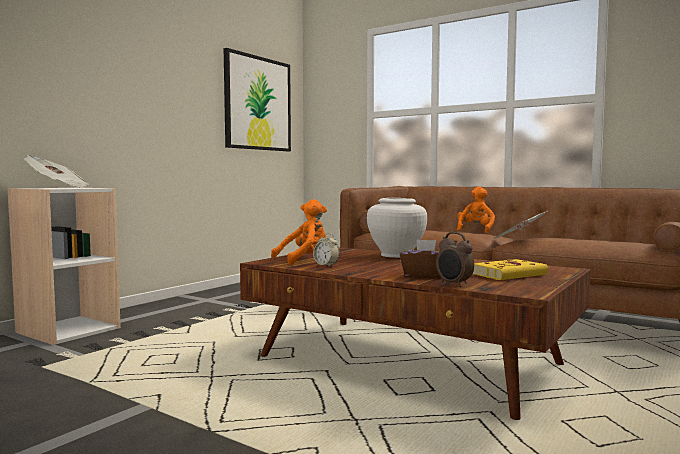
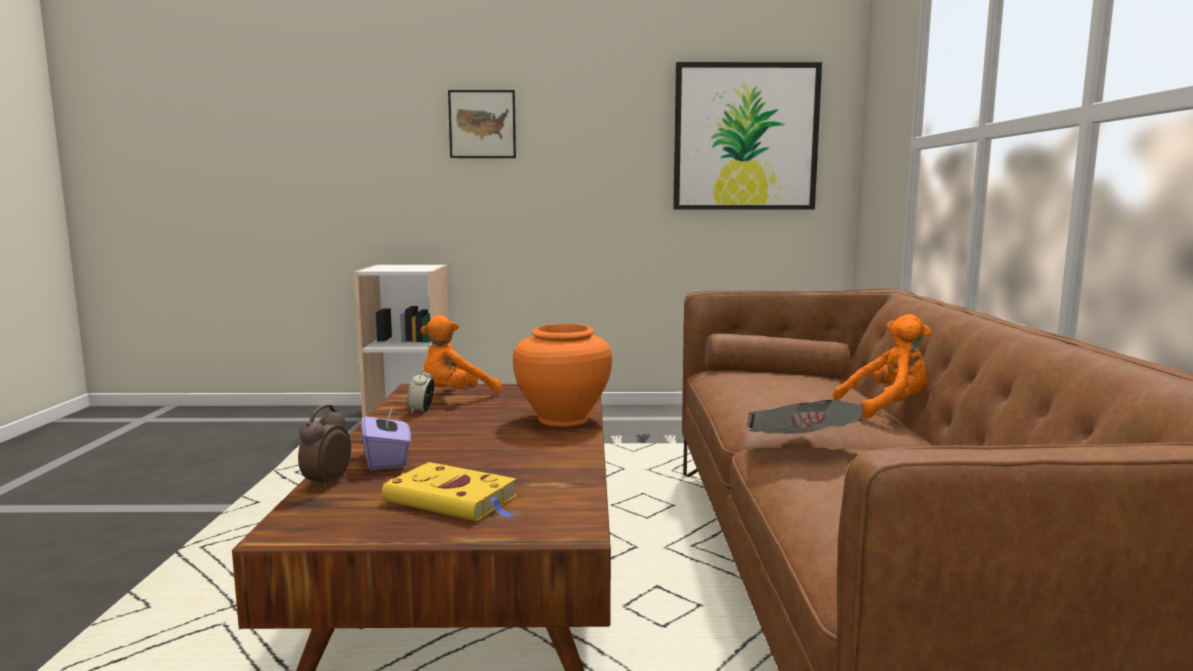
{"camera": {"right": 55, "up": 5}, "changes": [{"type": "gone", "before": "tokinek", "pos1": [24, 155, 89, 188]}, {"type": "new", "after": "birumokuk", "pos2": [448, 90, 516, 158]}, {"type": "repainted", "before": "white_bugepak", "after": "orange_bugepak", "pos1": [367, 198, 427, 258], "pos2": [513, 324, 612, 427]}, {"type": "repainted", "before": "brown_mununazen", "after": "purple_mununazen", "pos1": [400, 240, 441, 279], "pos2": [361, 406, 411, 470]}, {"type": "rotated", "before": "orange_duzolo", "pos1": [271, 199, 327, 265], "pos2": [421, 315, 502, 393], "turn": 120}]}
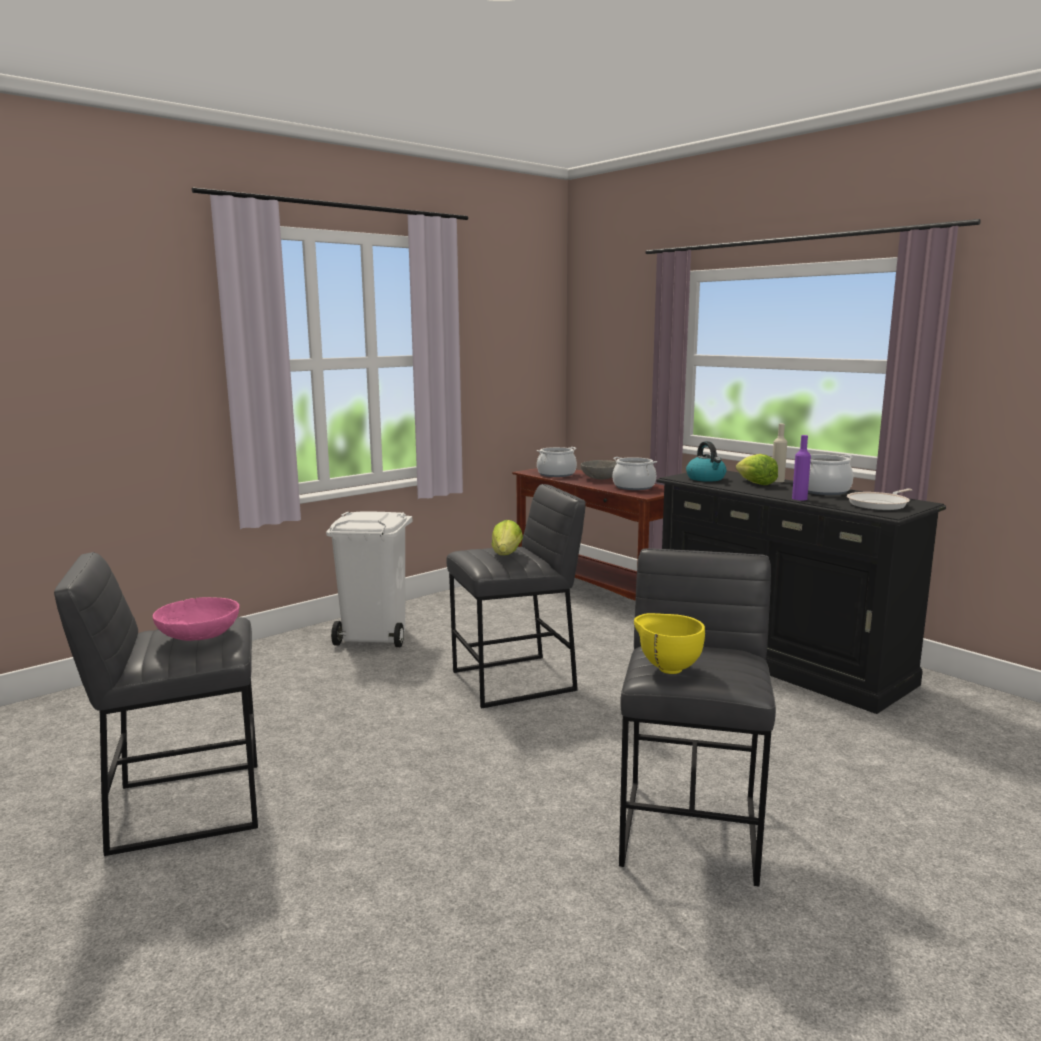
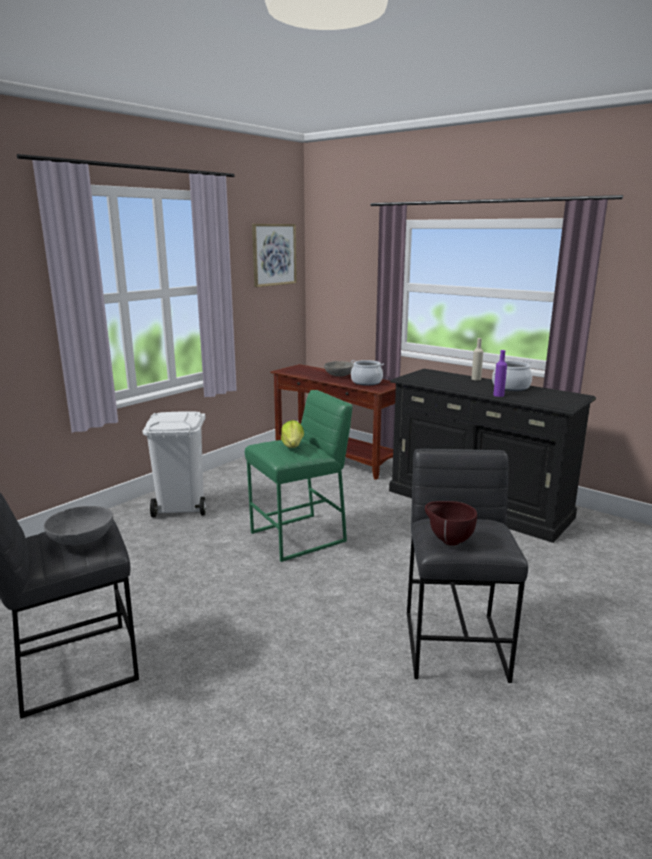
{"camera": {"right": -10, "up": 5}, "changes": [{"type": "gone", "before": "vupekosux", "pos1": [537, 447, 577, 477]}, {"type": "gone", "before": "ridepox", "pos1": [686, 441, 726, 482]}, {"type": "gone", "before": "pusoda", "pos1": [736, 454, 778, 485]}, {"type": "gone", "before": "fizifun", "pos1": [847, 489, 913, 510]}, {"type": "new", "after": "birumokuk", "pos2": [252, 224, 297, 287]}, {"type": "repainted", "before": "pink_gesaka", "after": "grey_gesaka", "pos1": [153, 597, 240, 641], "pos2": [44, 506, 113, 545]}, {"type": "repainted", "before": "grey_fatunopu", "after": "green_fatunopu", "pos1": [446, 484, 586, 708], "pos2": [245, 390, 353, 562]}, {"type": "repainted", "before": "yellow_gesaka", "after": "brown_gesaka", "pos1": [634, 613, 705, 674], "pos2": [425, 501, 477, 546]}]}
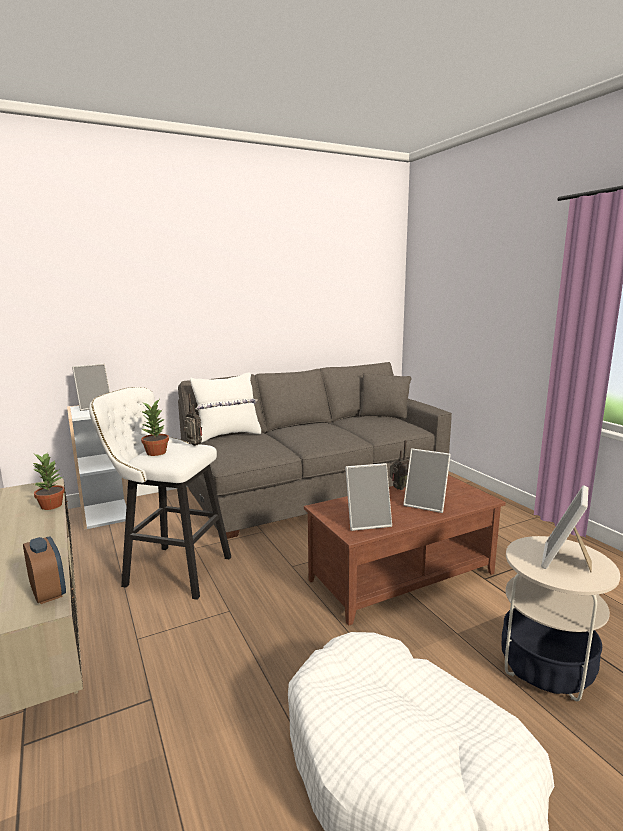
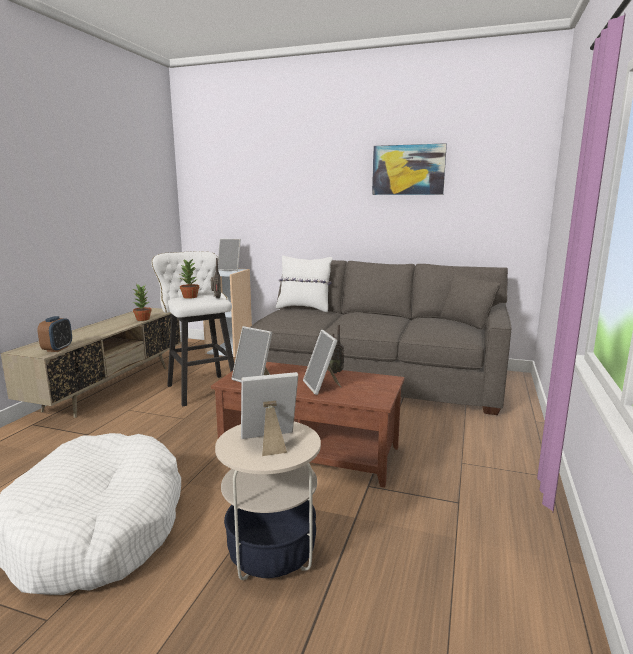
{"camera": {"right": 45, "up": 0}, "changes": [{"type": "new", "after": "birumokuk", "pos2": [372, 143, 447, 195]}]}
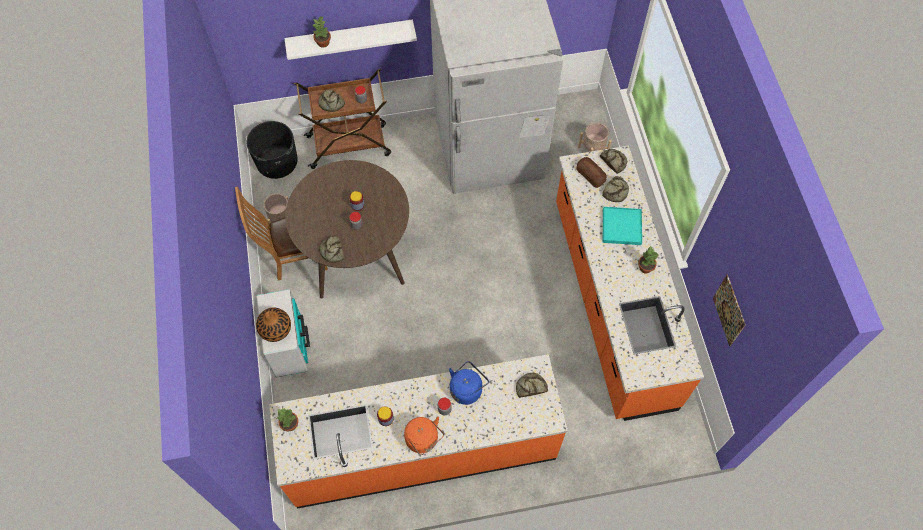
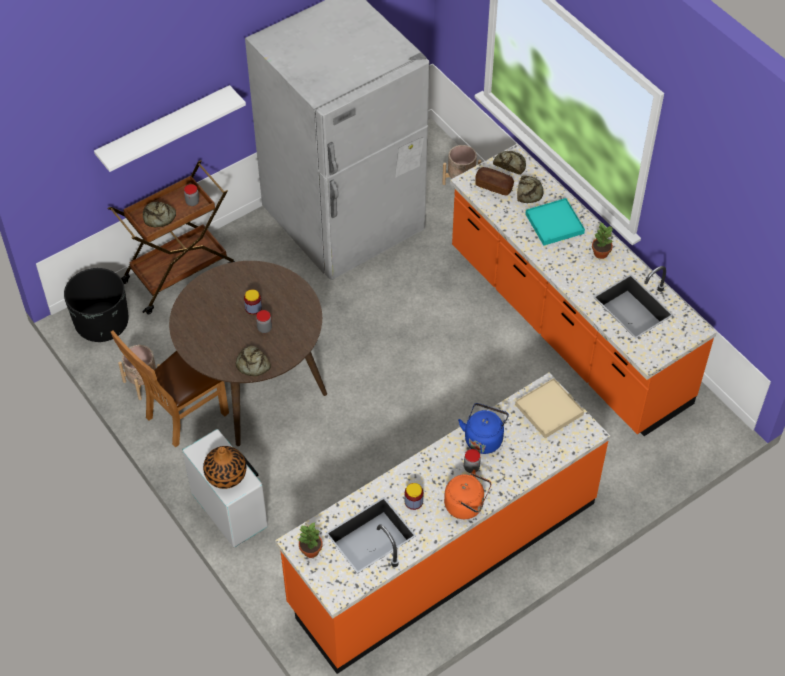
{"camera": {"right": -25, "up": -10}, "changes": [{"type": "gone", "before": "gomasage", "pos1": [313, 17, 331, 48]}, {"type": "gone", "before": "birumokuk", "pos1": [713, 275, 746, 346]}, {"type": "swapped", "before": "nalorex", "after": "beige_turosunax", "pos1": [516, 373, 548, 398], "pos2": [515, 378, 584, 438]}]}
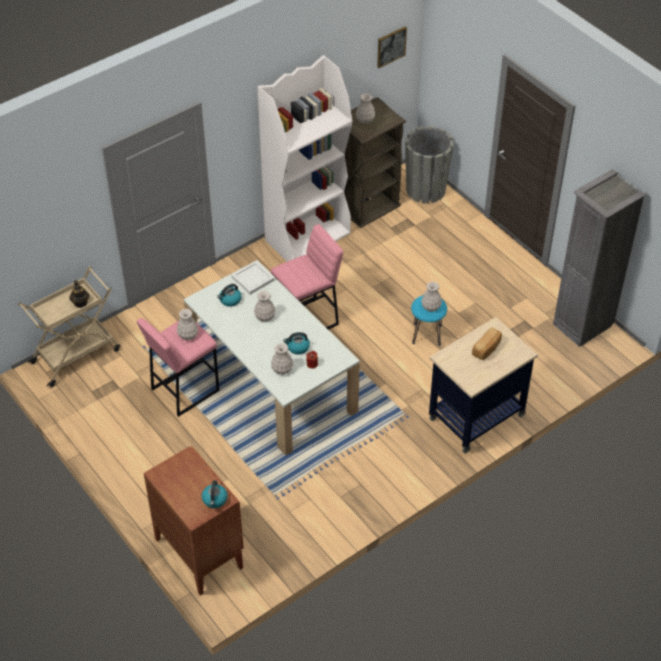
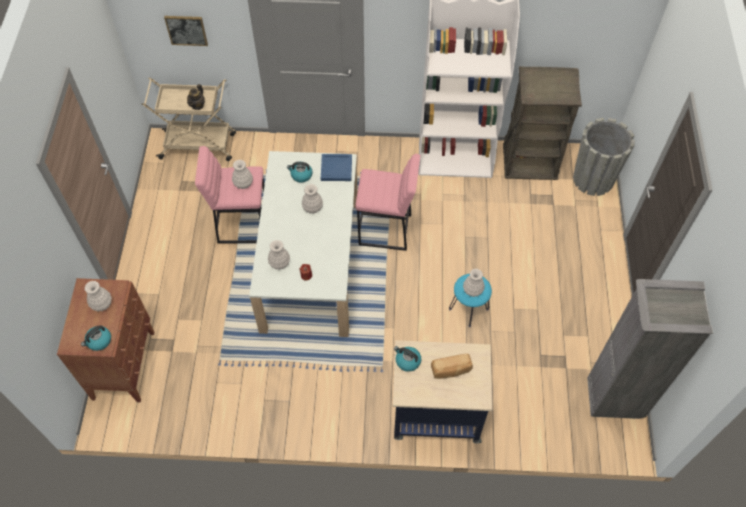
{"camera": {"right": 40, "up": 10}, "changes": [{"type": "shifted", "before": "ridepox", "pos1": [283, 332, 310, 355], "pos2": [394, 346, 421, 372]}, {"type": "shifted", "before": "white_bugepak", "pos1": [356, 93, 375, 124], "pos2": [84, 280, 112, 312]}, {"type": "shifted", "before": "birumokuk", "pos1": [377, 26, 407, 68], "pos2": [164, 16, 208, 46]}, {"type": "repainted", "before": "white_turosunax", "after": "blue_turosunax", "pos1": [232, 261, 274, 295], "pos2": [321, 154, 352, 181]}]}
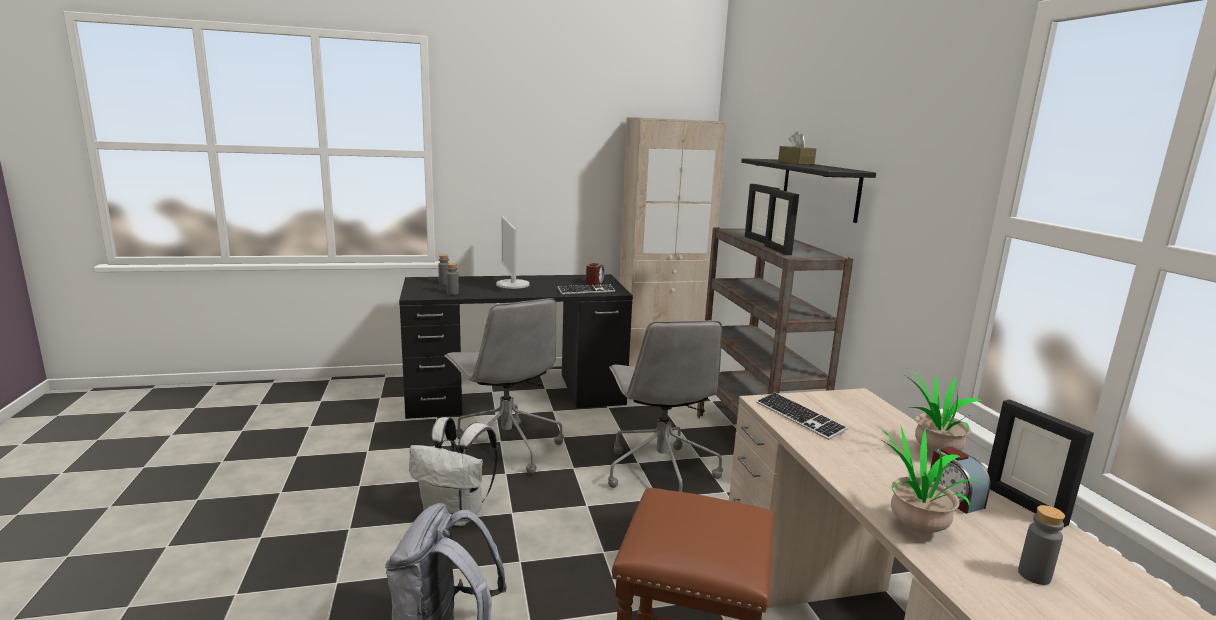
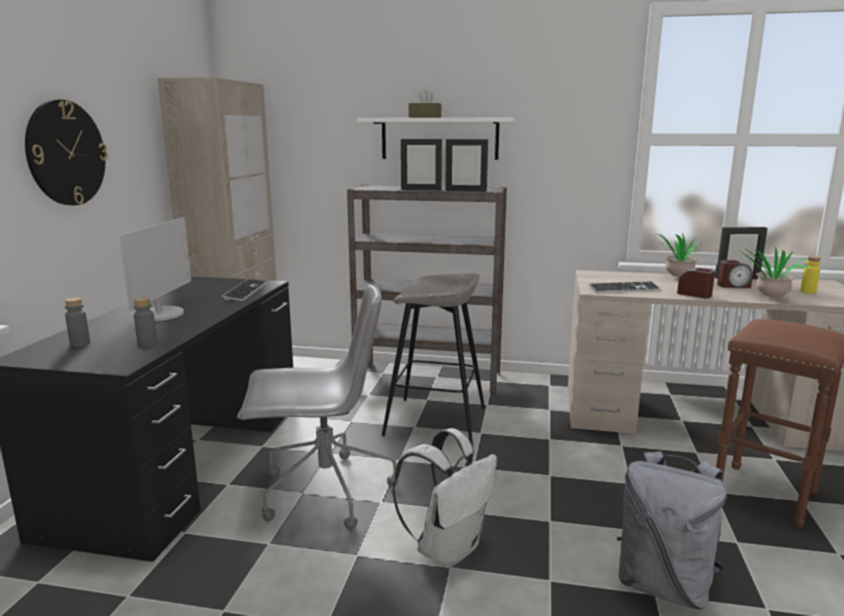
{"camera": {"right": -65, "up": 0}, "changes": [{"type": "new", "after": "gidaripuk", "pos2": [25, 99, 108, 205]}, {"type": "shifted", "before": "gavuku", "pos1": [586, 263, 605, 285], "pos2": [677, 268, 715, 299]}, {"type": "swapped", "before": "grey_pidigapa", "after": "grey_fatunopu", "pos1": [608, 320, 723, 492], "pos2": [382, 273, 485, 446]}, {"type": "repainted", "before": "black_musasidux", "after": "white_musasidux", "pos1": [741, 158, 876, 223], "pos2": [357, 118, 515, 160]}, {"type": "repainted", "before": "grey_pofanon", "after": "yellow_pofanon", "pos1": [1018, 505, 1065, 585], "pos2": [800, 256, 821, 293]}, {"type": "rotated", "before": "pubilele", "pos1": [496, 216, 530, 289], "pos2": [119, 217, 191, 321], "turn": -90}]}
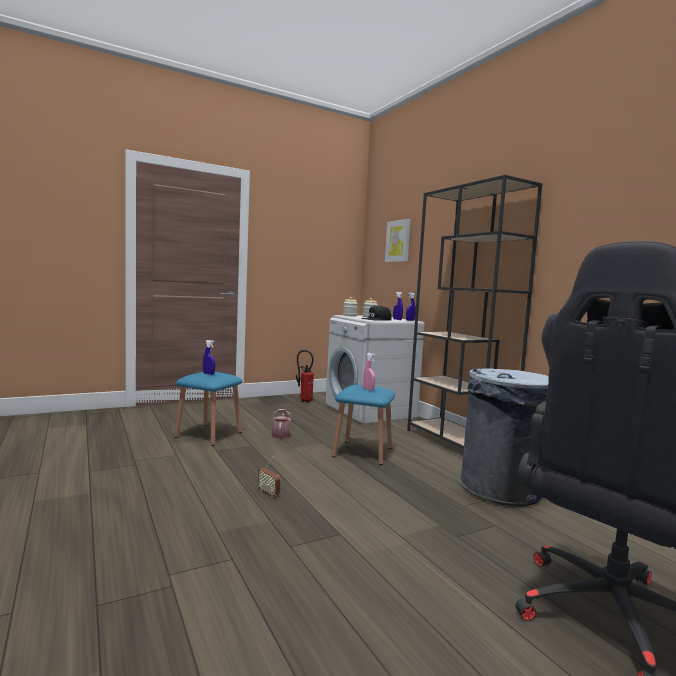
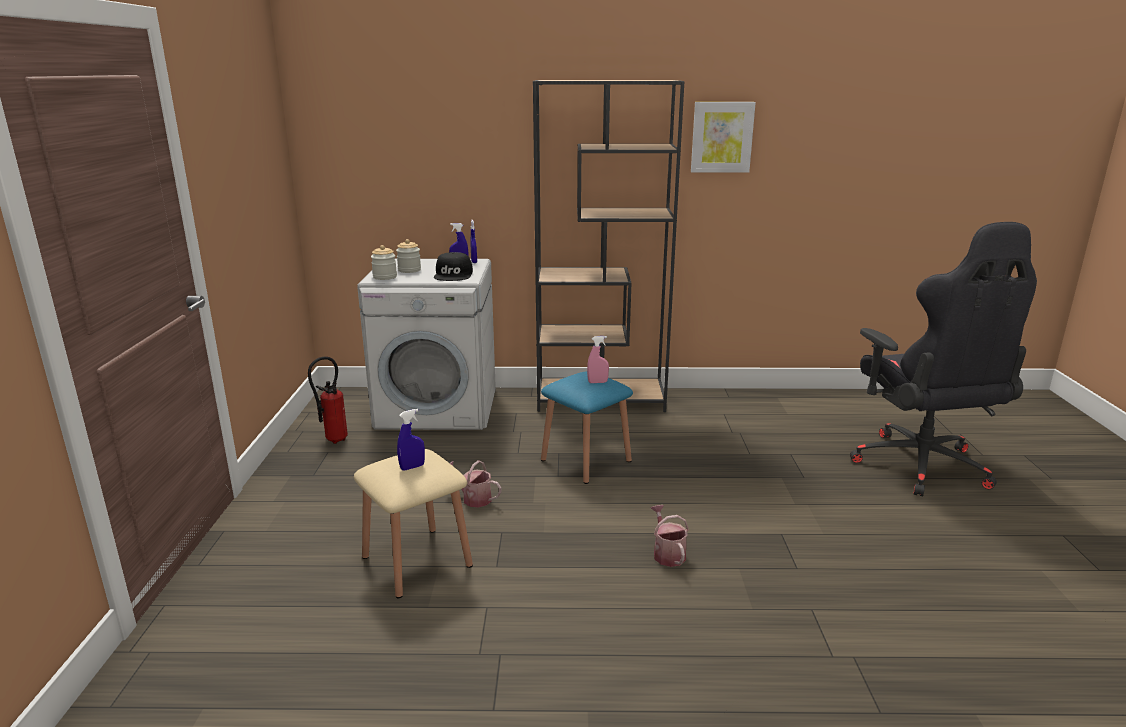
{"camera": {"right": -60, "up": 15}, "changes": [{"type": "gone", "before": "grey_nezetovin", "pos1": [461, 368, 549, 507]}, {"type": "shifted", "before": "birumokuk", "pos1": [385, 219, 411, 262], "pos2": [691, 102, 756, 173]}, {"type": "swapped", "before": "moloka", "after": "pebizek", "pos1": [257, 457, 281, 497], "pos2": [651, 505, 689, 567]}, {"type": "repainted", "before": "blue_fatunopu", "after": "beige_fatunopu", "pos1": [174, 372, 242, 446], "pos2": [354, 449, 473, 598]}]}
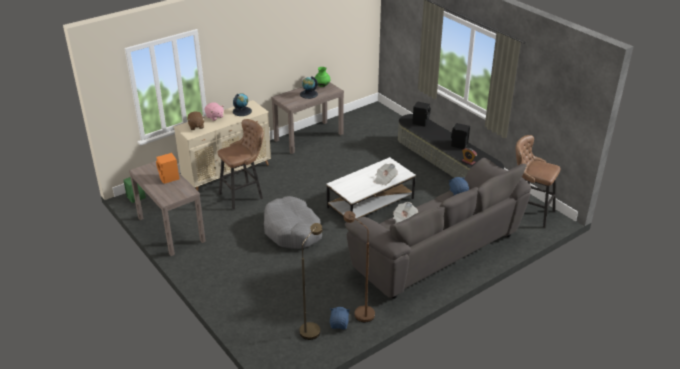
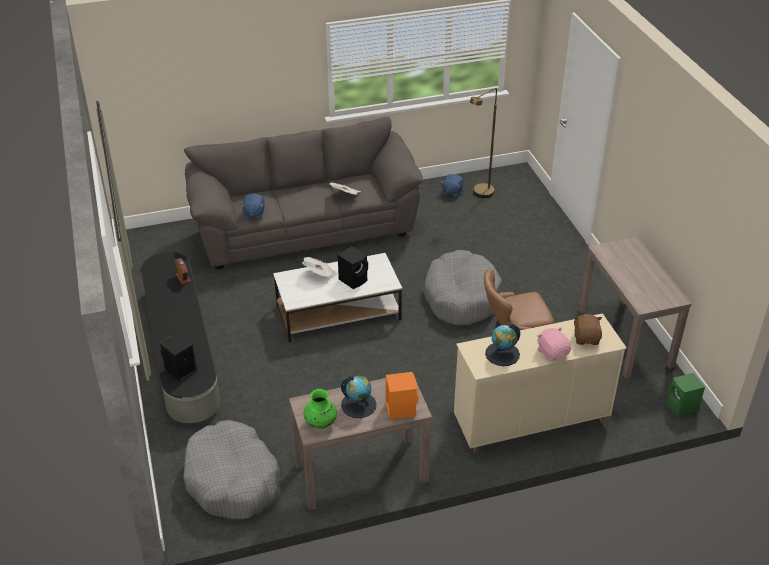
{"camera": {"right": -160, "up": 5}, "changes": [{"type": "gone", "before": "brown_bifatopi", "pos1": [343, 211, 375, 322]}, {"type": "gone", "before": "brown_fatunopu", "pos1": [515, 135, 560, 228]}, {"type": "new", "after": "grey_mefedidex", "pos2": [183, 420, 280, 520]}, {"type": "shifted", "before": "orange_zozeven", "pos1": [156, 153, 179, 184], "pos2": [386, 372, 418, 420]}, {"type": "shifted", "before": "black_zozeven", "pos1": [451, 123, 470, 149], "pos2": [338, 246, 368, 289]}]}
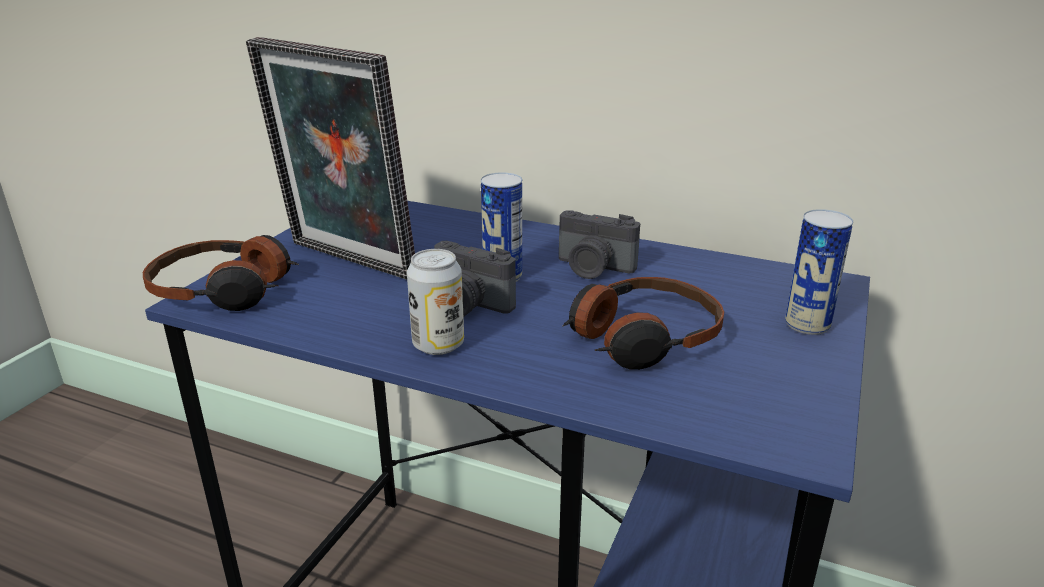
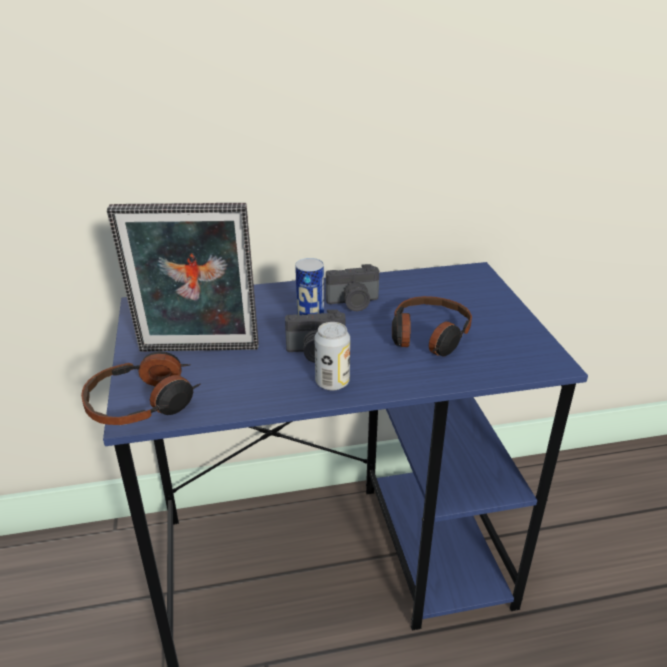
{"camera": {"right": -35, "up": 5}, "changes": [{"type": "gone", "before": "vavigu", "pos1": [785, 209, 853, 335]}]}
